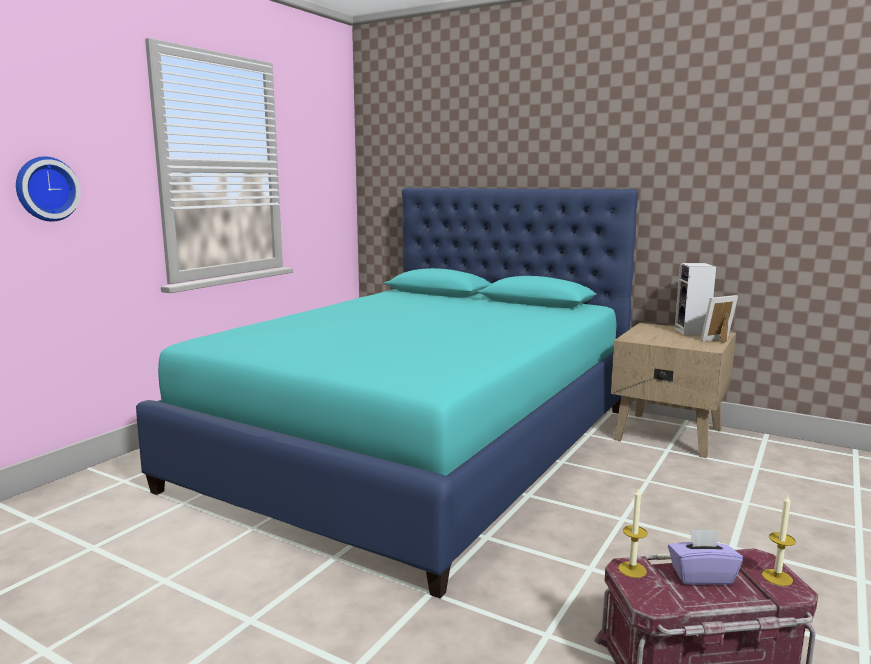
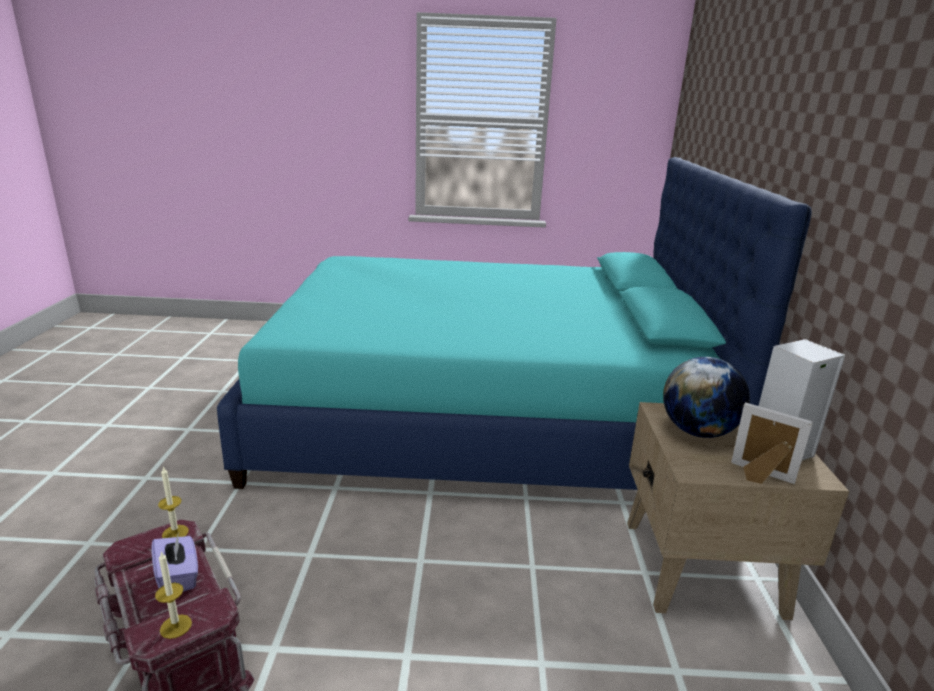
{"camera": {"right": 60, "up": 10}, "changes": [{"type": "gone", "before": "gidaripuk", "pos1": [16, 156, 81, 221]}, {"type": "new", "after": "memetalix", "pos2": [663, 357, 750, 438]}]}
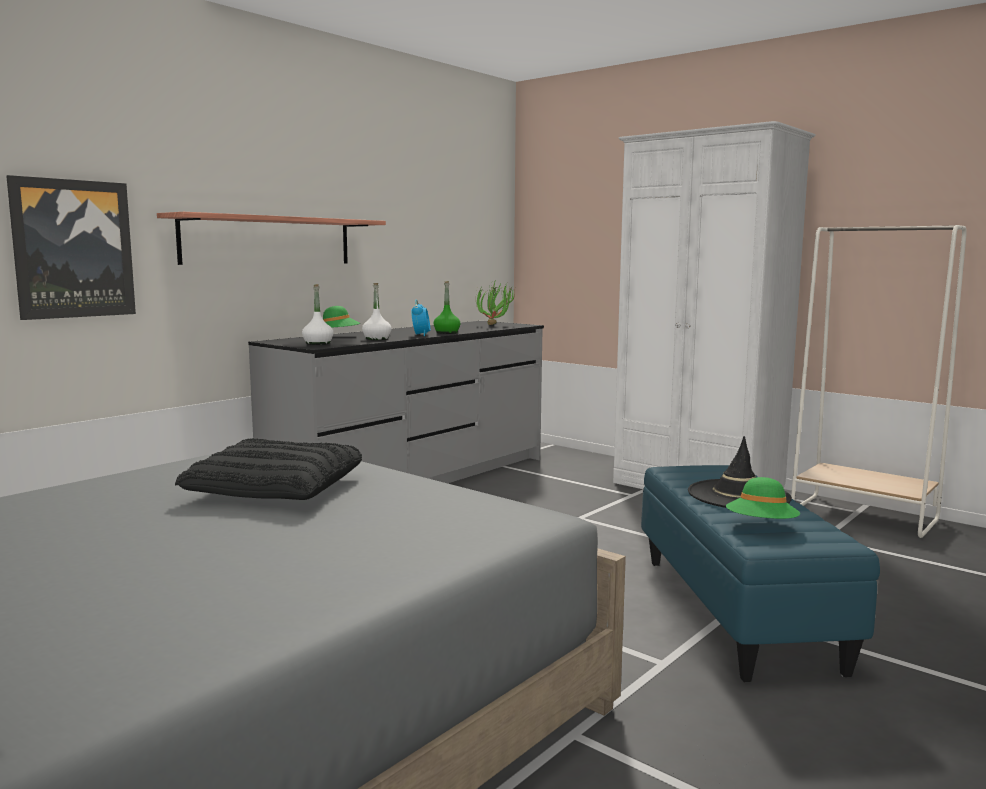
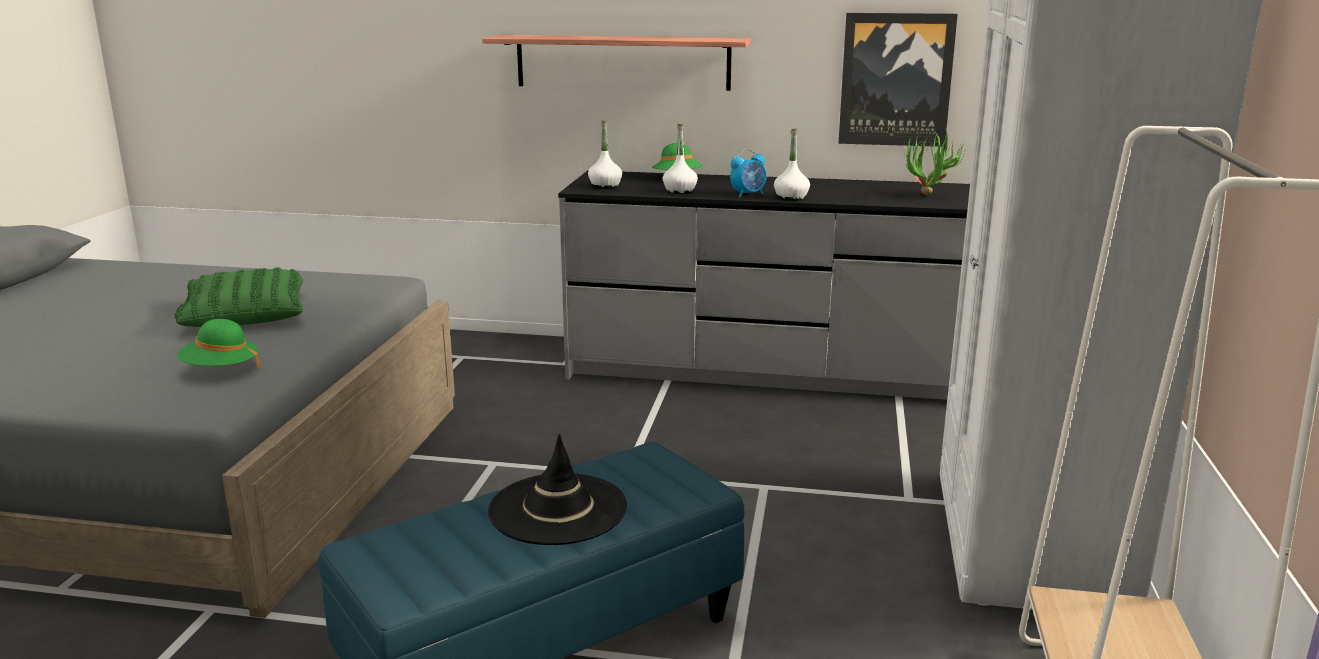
{"camera": {"right": 60, "up": 10}, "changes": [{"type": "shifted", "before": "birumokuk", "pos1": [6, 175, 136, 320], "pos2": [839, 13, 958, 147]}, {"type": "shifted", "before": "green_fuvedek", "pos1": [726, 477, 800, 519], "pos2": [177, 319, 260, 369]}, {"type": "repainted", "before": "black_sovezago", "after": "green_sovezago", "pos1": [175, 438, 362, 500], "pos2": [174, 267, 303, 327]}, {"type": "repainted", "before": "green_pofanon", "after": "white_pofanon", "pos1": [433, 281, 460, 334], "pos2": [774, 128, 810, 200]}]}
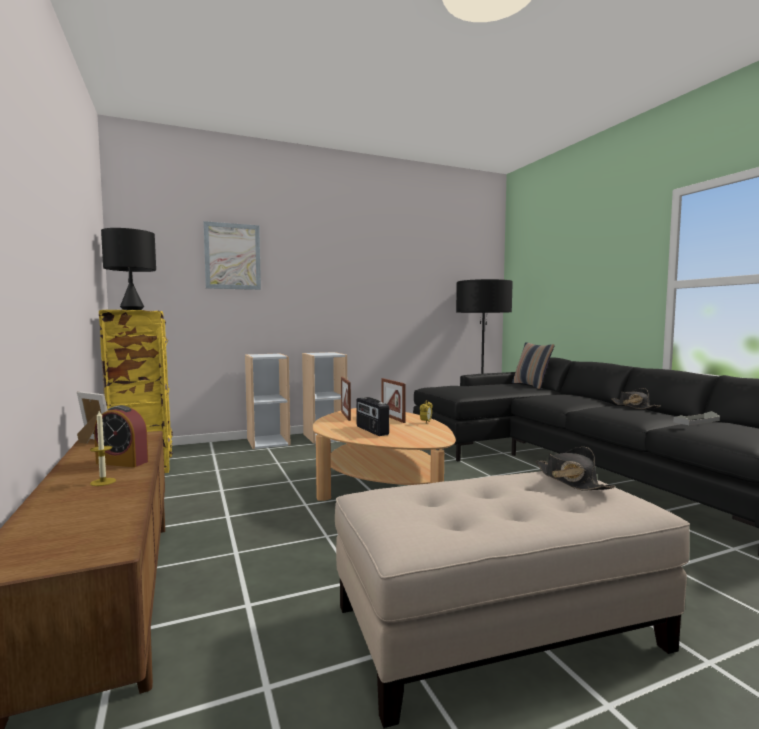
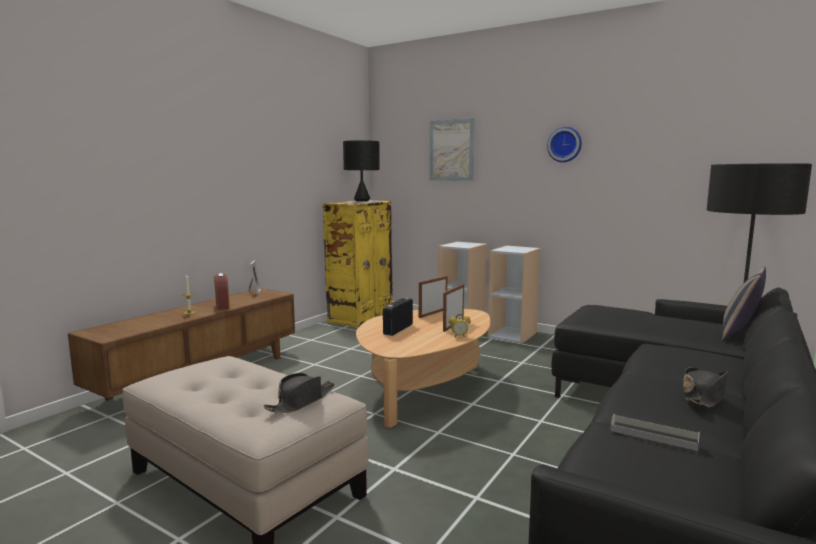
{"camera": {"right": 55, "up": 5}, "changes": [{"type": "new", "after": "gidaripuk", "pos2": [547, 127, 582, 162]}]}
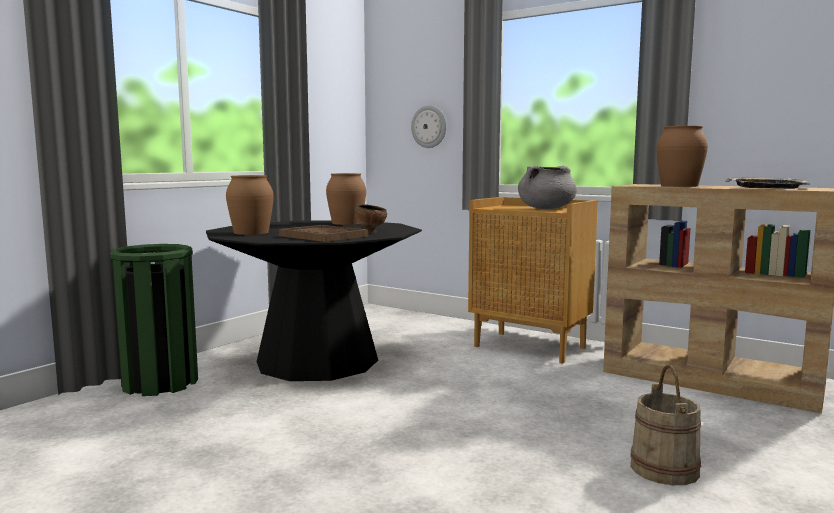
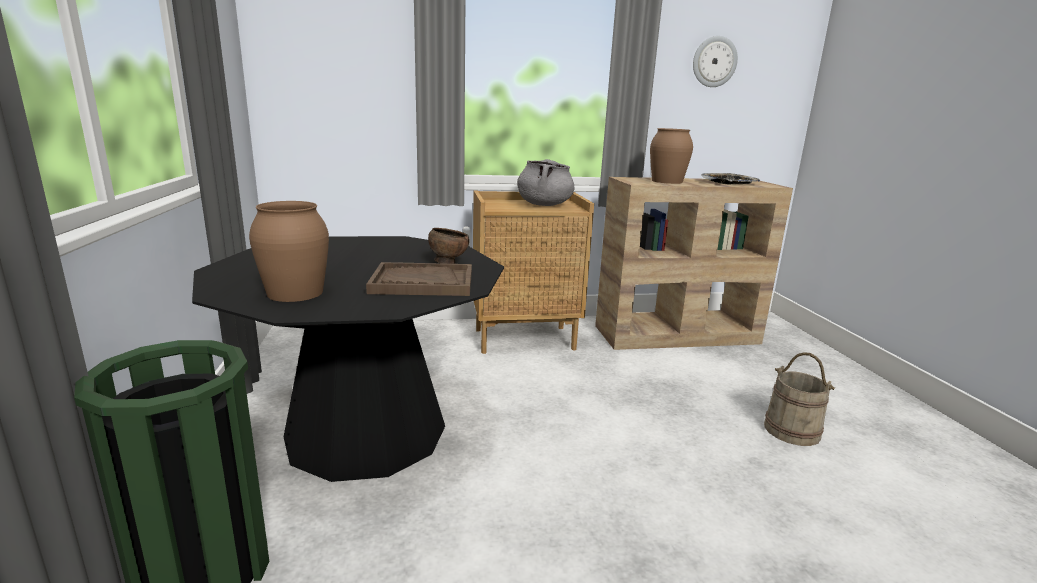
{"camera": {"right": -45, "up": 10}, "changes": [{"type": "gone", "before": "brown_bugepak", "pos1": [326, 173, 366, 225]}, {"type": "shifted", "before": "gidaripuk", "pos1": [411, 105, 446, 148], "pos2": [693, 36, 738, 87]}]}
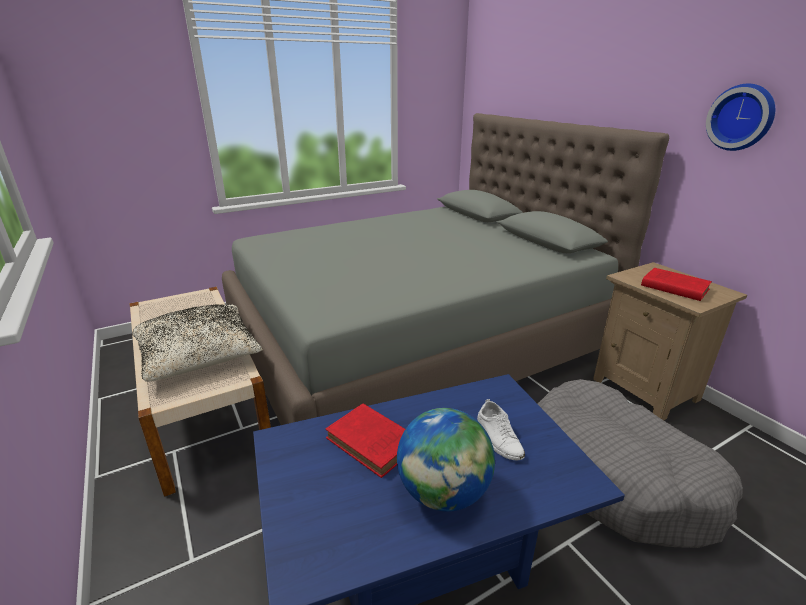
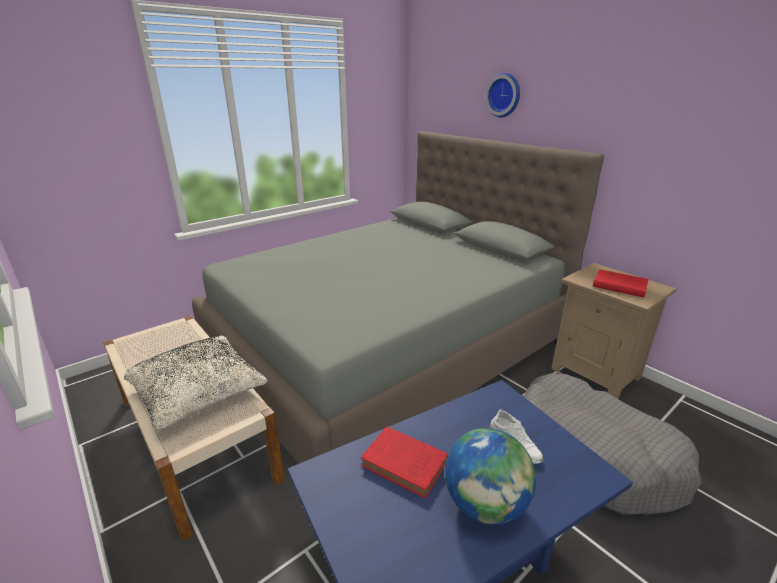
{"camera": {"right": -10, "up": 0}, "changes": [{"type": "shifted", "before": "gidaripuk", "pos1": [706, 84, 775, 151], "pos2": [485, 73, 520, 117]}]}
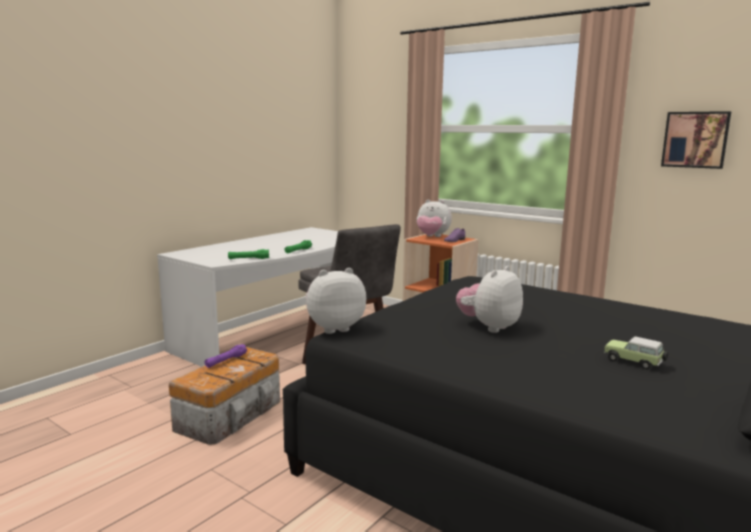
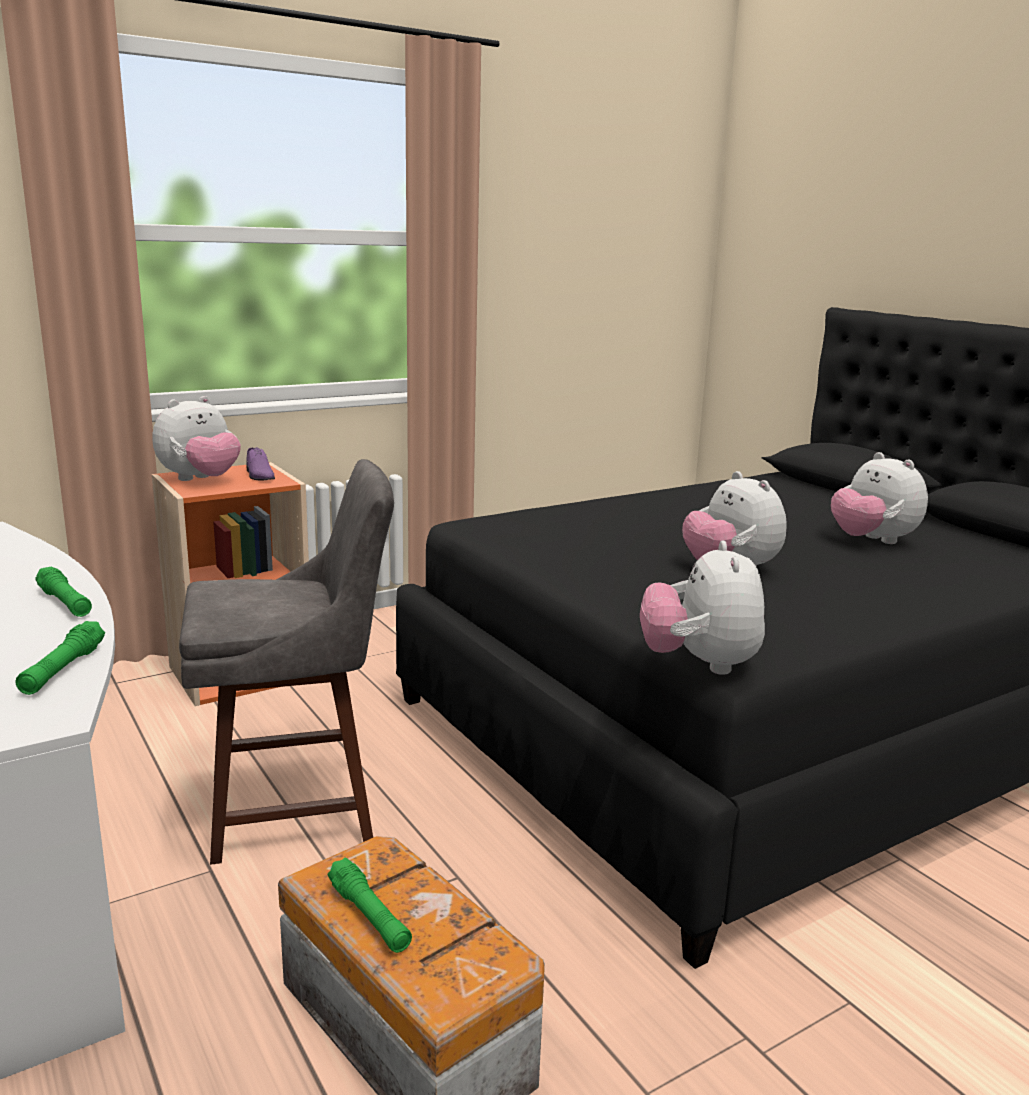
{"camera": {"right": -70, "up": 5}, "changes": [{"type": "gone", "before": "birumokuk", "pos1": [661, 111, 731, 169]}, {"type": "swapped", "before": "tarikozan", "after": "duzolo", "pos1": [604, 336, 668, 370], "pos2": [831, 452, 928, 544]}, {"type": "repainted", "before": "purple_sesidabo", "after": "green_sesidabo", "pos1": [205, 344, 247, 368], "pos2": [328, 858, 412, 953]}]}
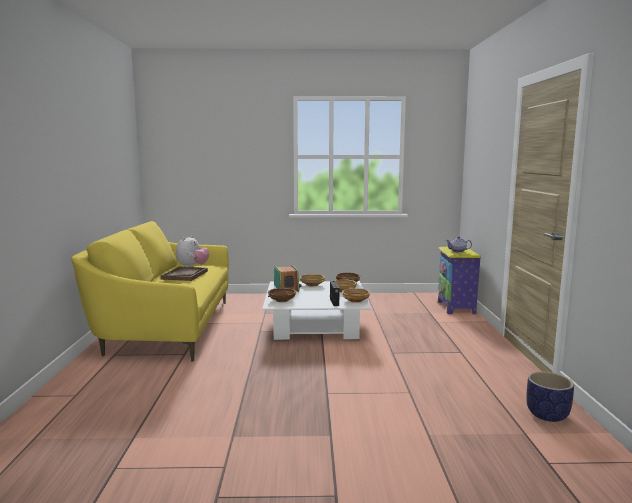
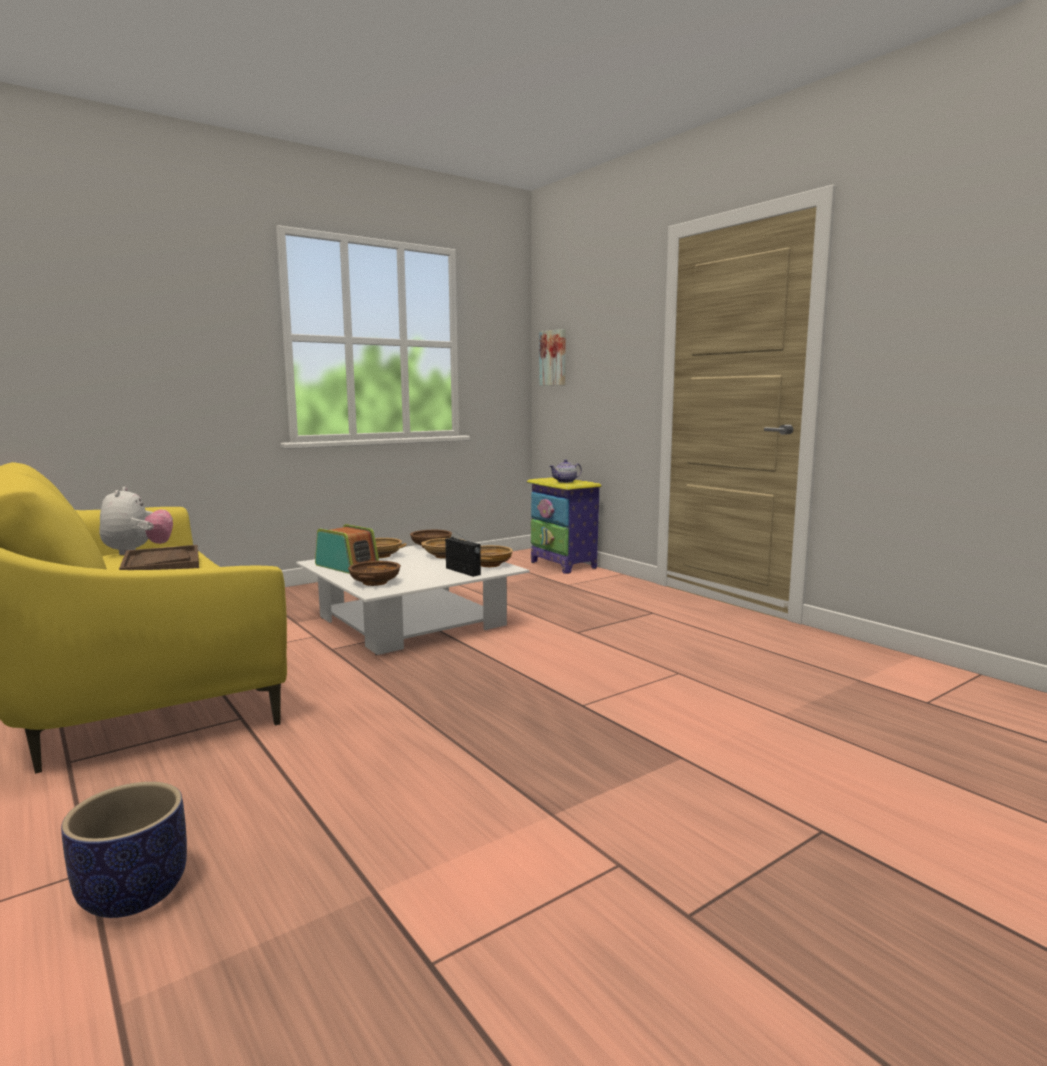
{"camera": {"right": -35, "up": 0}, "changes": [{"type": "new", "after": "birumokuk", "pos2": [539, 329, 566, 386]}, {"type": "shifted", "before": "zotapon", "pos1": [527, 372, 574, 422], "pos2": [61, 782, 187, 918]}]}
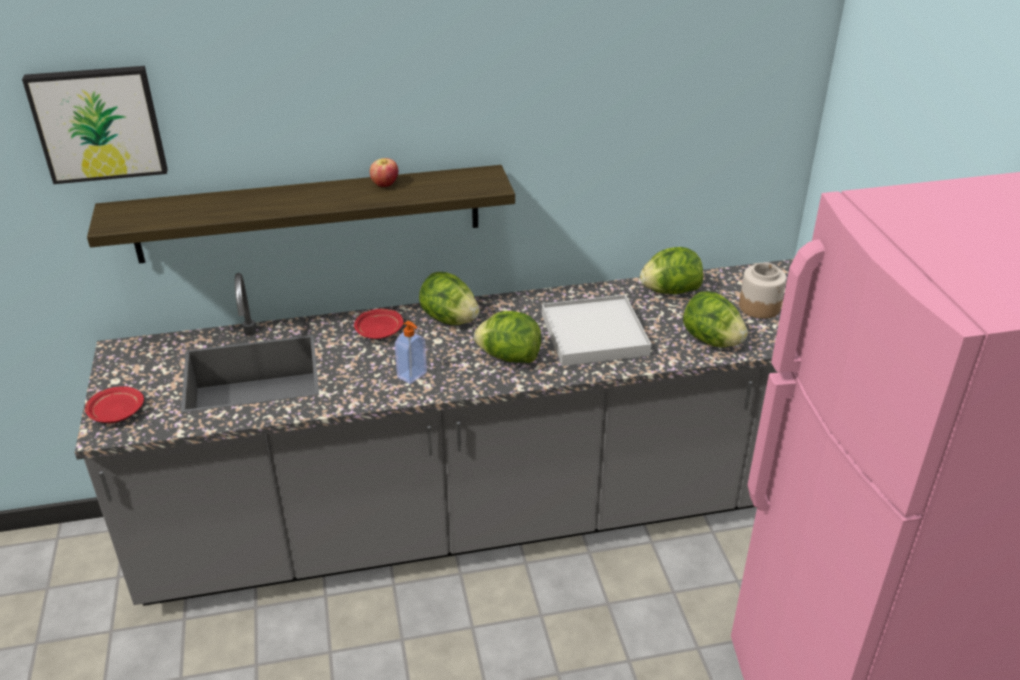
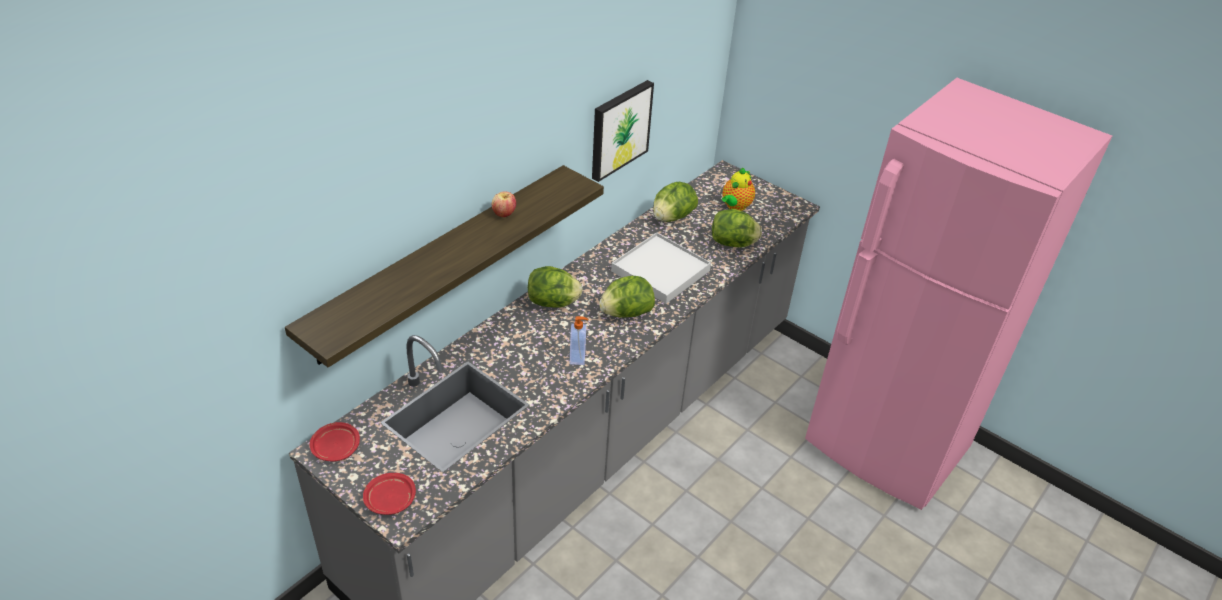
{"camera": {"right": -40, "up": 5}, "changes": [{"type": "shifted", "before": "birumokuk", "pos1": [22, 66, 168, 184], "pos2": [592, 80, 654, 182]}, {"type": "shifted", "before": "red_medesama", "pos1": [354, 309, 403, 339], "pos2": [310, 422, 360, 462]}, {"type": "swapped", "before": "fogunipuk", "after": "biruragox", "pos1": [739, 263, 786, 319], "pos2": [722, 167, 755, 211]}]}
